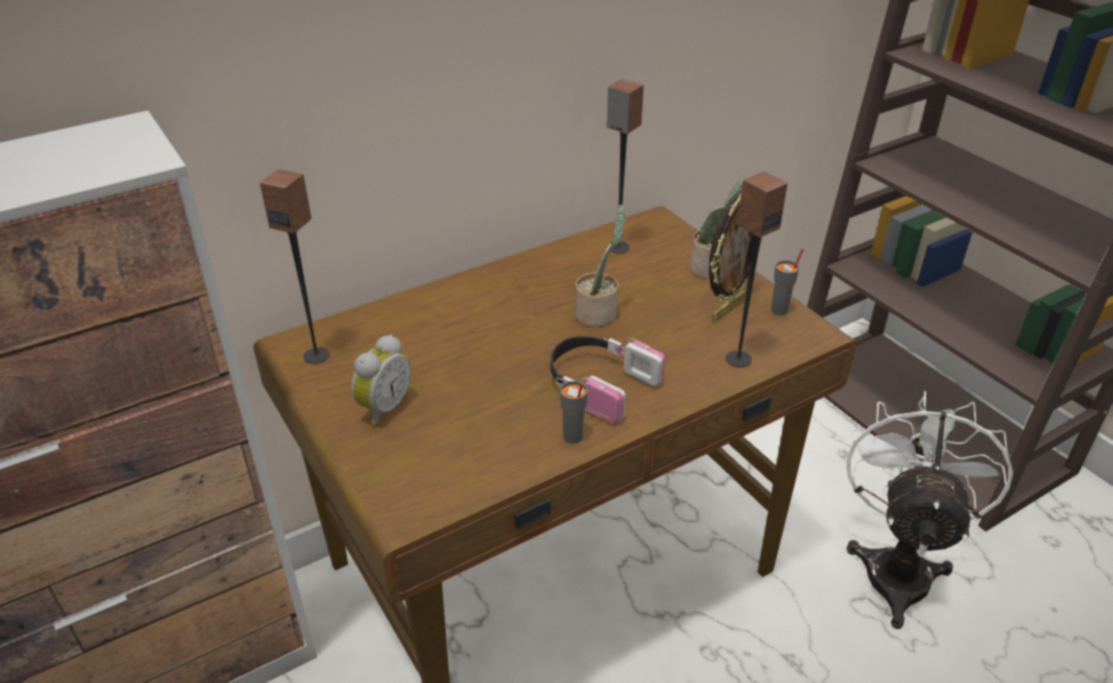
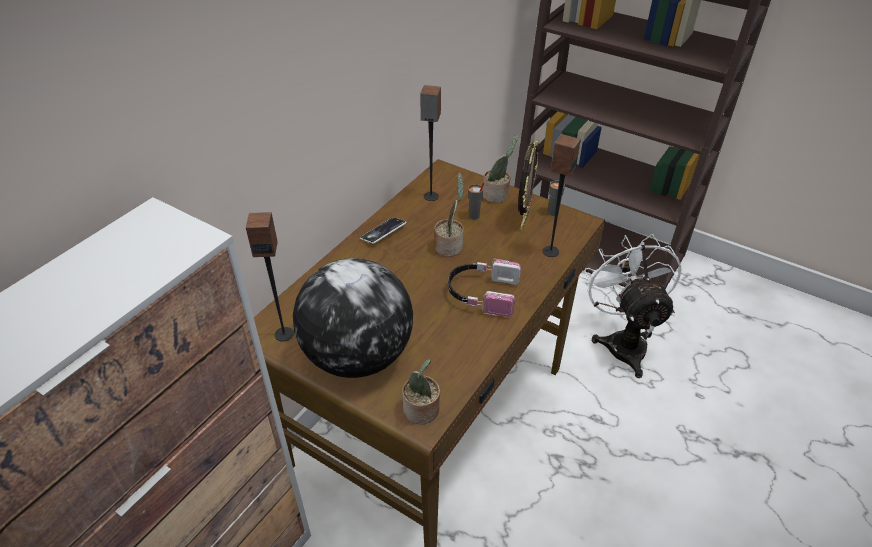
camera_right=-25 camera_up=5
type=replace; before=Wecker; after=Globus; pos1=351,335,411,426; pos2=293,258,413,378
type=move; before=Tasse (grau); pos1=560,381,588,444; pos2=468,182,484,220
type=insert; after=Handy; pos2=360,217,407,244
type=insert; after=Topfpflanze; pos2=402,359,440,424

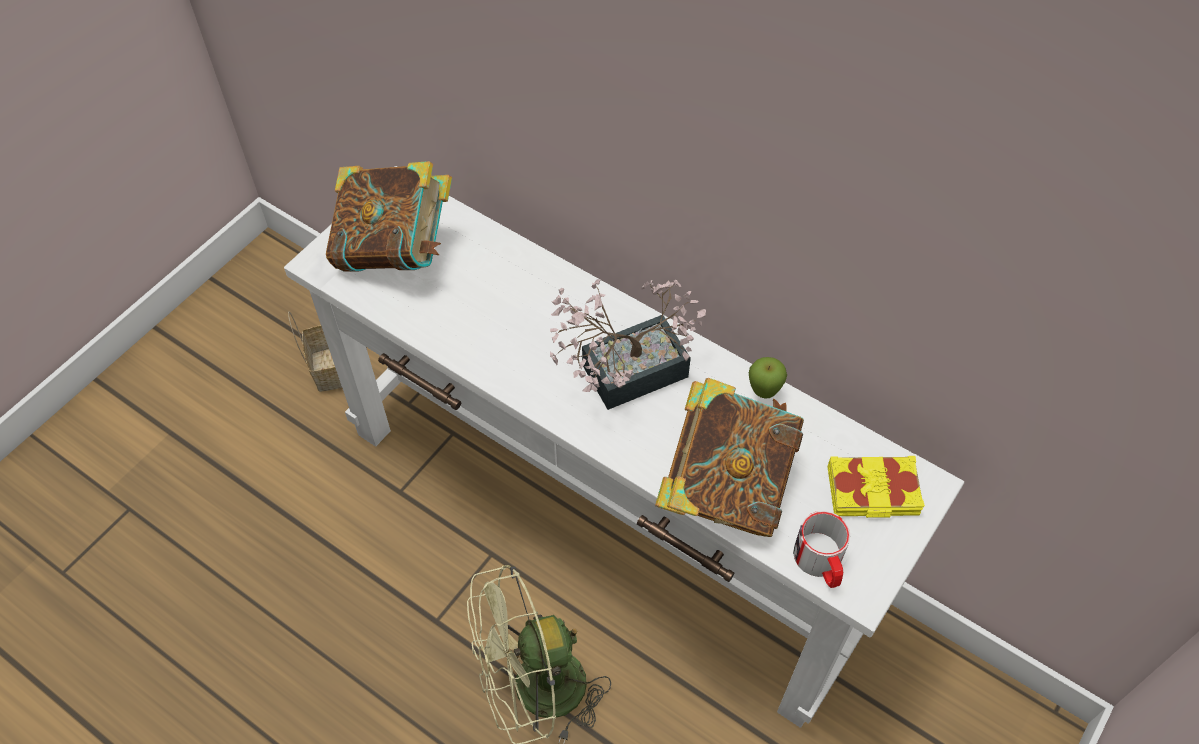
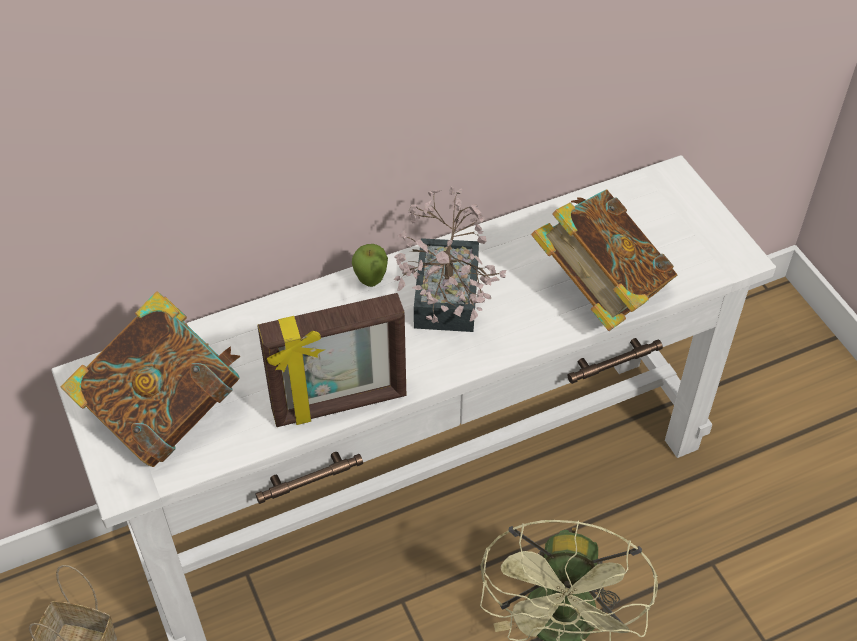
camera_right=-60 camera_up=-5
type=move; before=Apfel; pos1=749,357,787,399; pos2=352,244,388,287
type=delete; before=Buch (gelb); pos1=827,456,925,518
type=delete; before=Henkelbecher; pos1=793,511,850,588
type=insert; after=Bilderrahmen; pos2=257,293,406,427

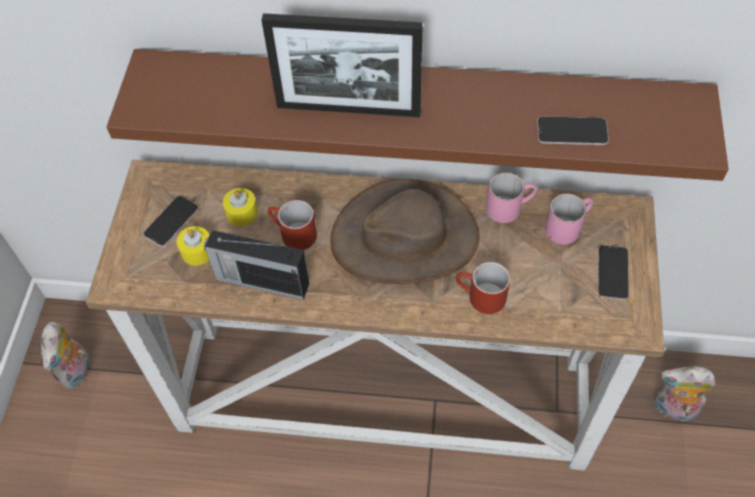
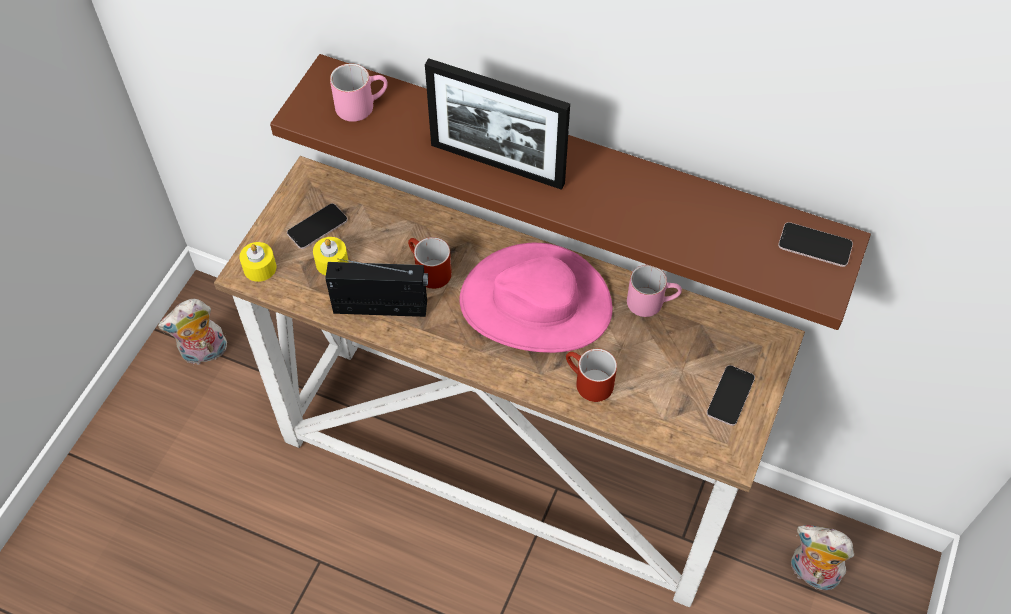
camera_right=15 camera_up=0
type=move; before=Handy; pos1=537,116,609,145; pos2=778,222,853,267
type=recolor; before=Hut (braun); after=Hut (rosa); pos1=330,179,480,284; pos2=459,243,613,353
type=move; before=Kerze (gelb); pos1=223,188,258,226; pos2=239,242,276,282
type=move; before=Henkelbecher (rosa); pos1=545,193,593,245; pos2=330,63,388,122
type=rotate; before=Radio; pos1=204,230,309,300; pos2=325,259,428,317; turn=150
type=rotate; before=Plüschtier; pos1=40,322,93,389; pos2=158,299,227,365; turn=45

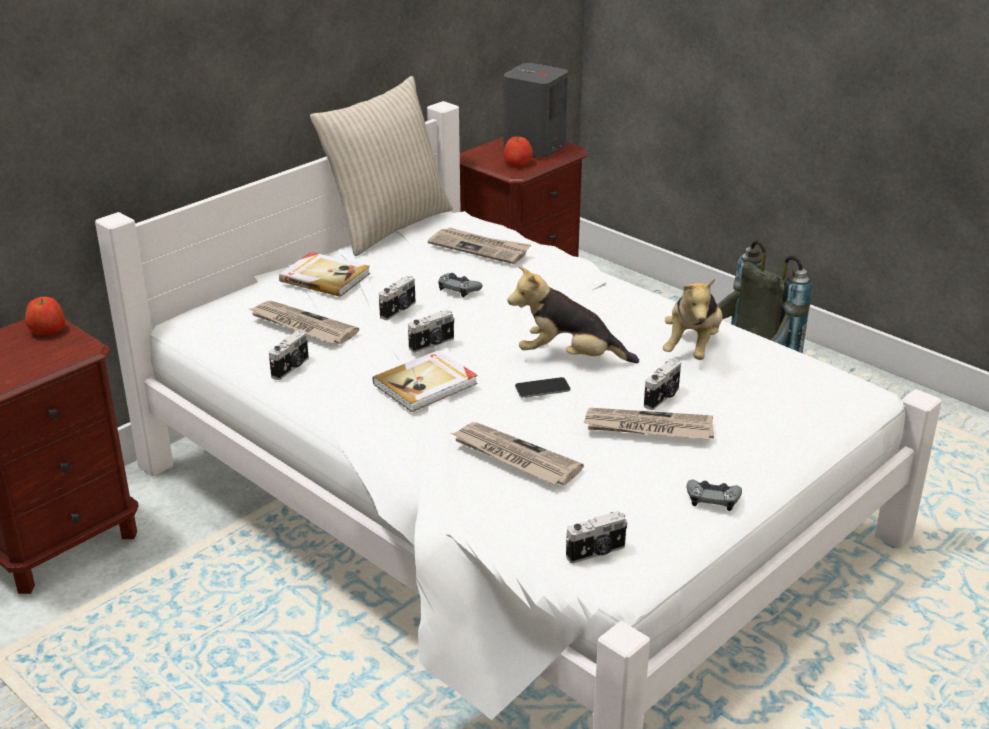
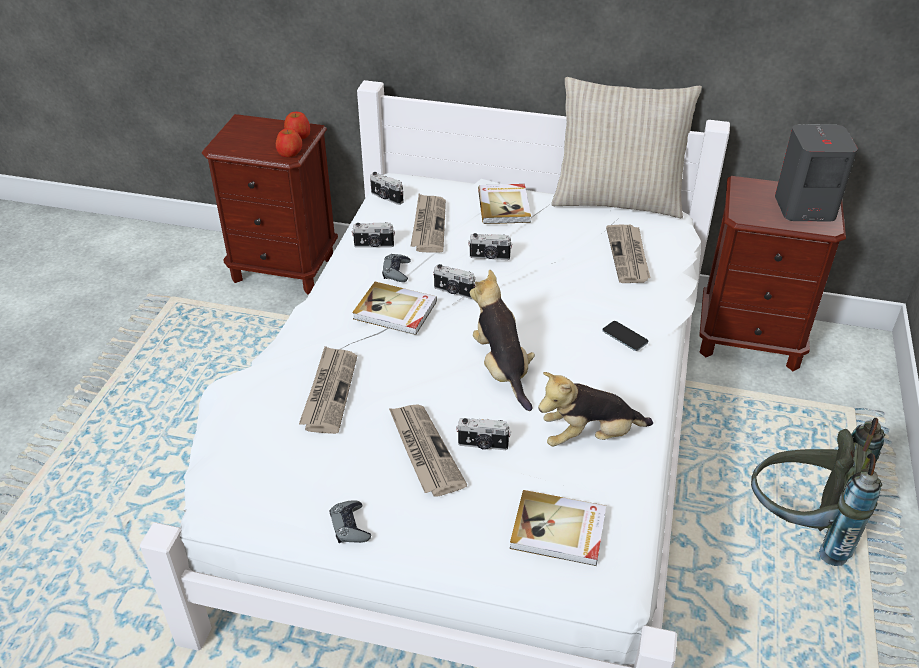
camera_right=60 camera_up=10
type=move; before=Apfel; pos1=504,136,533,167; pos2=276,128,302,157
type=move; before=Gamepad (grau); pos1=438,273,483,297; pos2=382,254,411,282
type=move; before=Handy; pos1=515,377,570,398; pos2=602,321,648,351
type=move; before=Kamera; pos1=565,511,628,563; pos2=370,172,404,205
type=insert; after=Buch; pos2=510,490,606,566

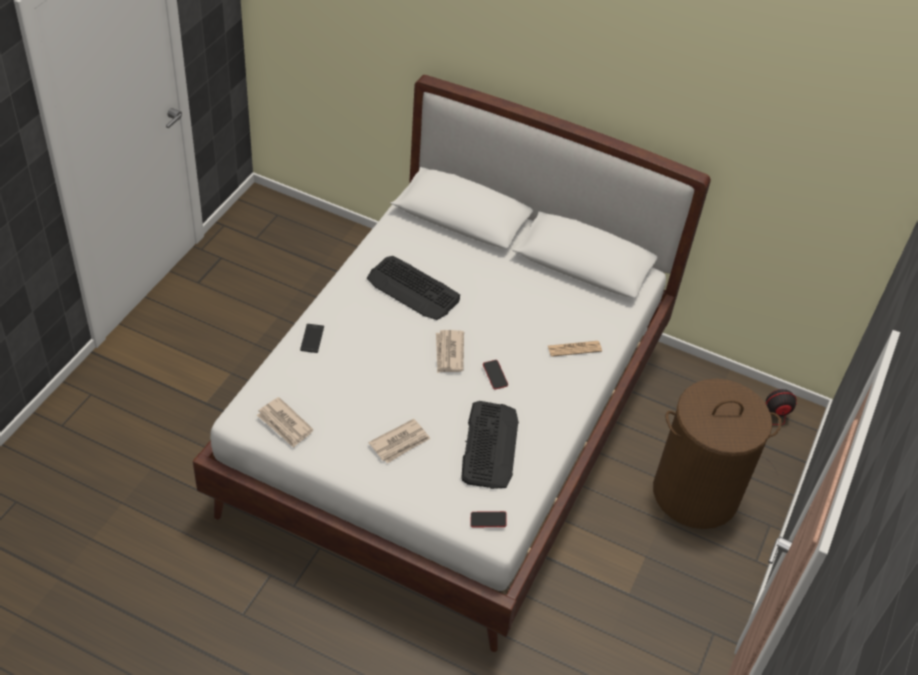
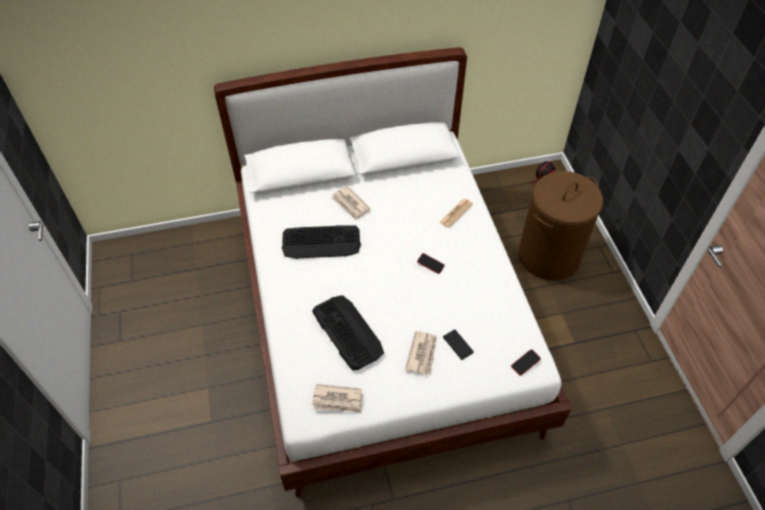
camera_right=-35 camera_up=5
type=move; before=Handy; pos1=300,324,324,353; pos2=443,329,474,360
type=move; before=Zeitung; pos1=436,330,464,373; pos2=331,186,371,220
type=move; before=Tastatur; pos1=461,401,519,489; pos2=312,295,384,370

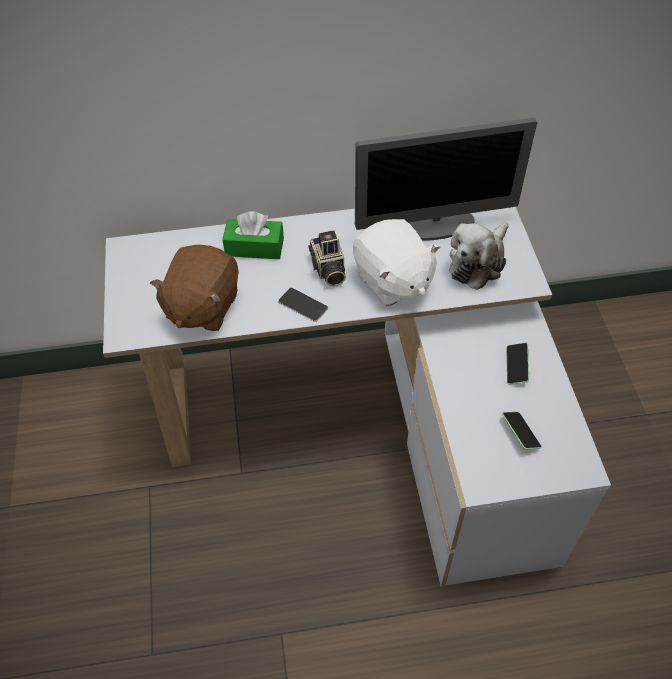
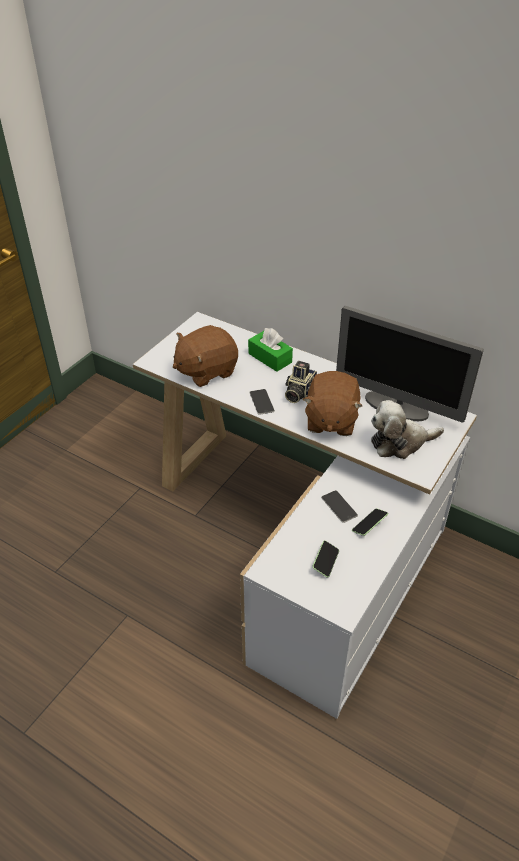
camera_right=40 camera_up=-10
type=recolor; before=Plüschtier (weiß); after=Plüschtier (braun); pos1=353,219,441,306; pos2=303,371,362,436
type=insert; after=Handy; pos2=321,490,358,523

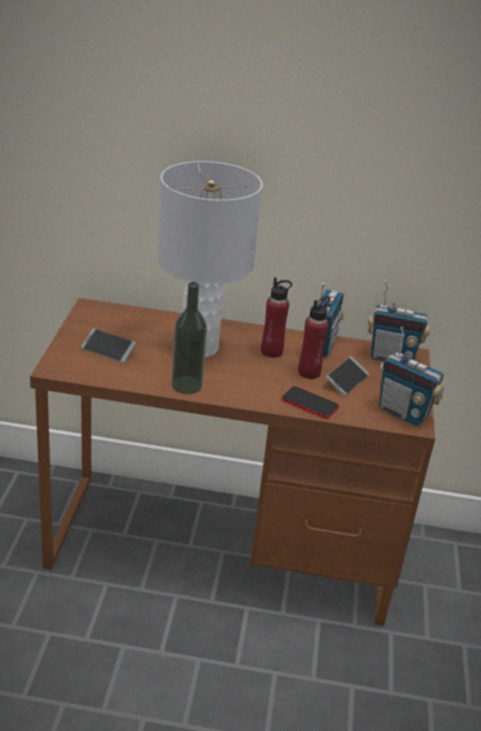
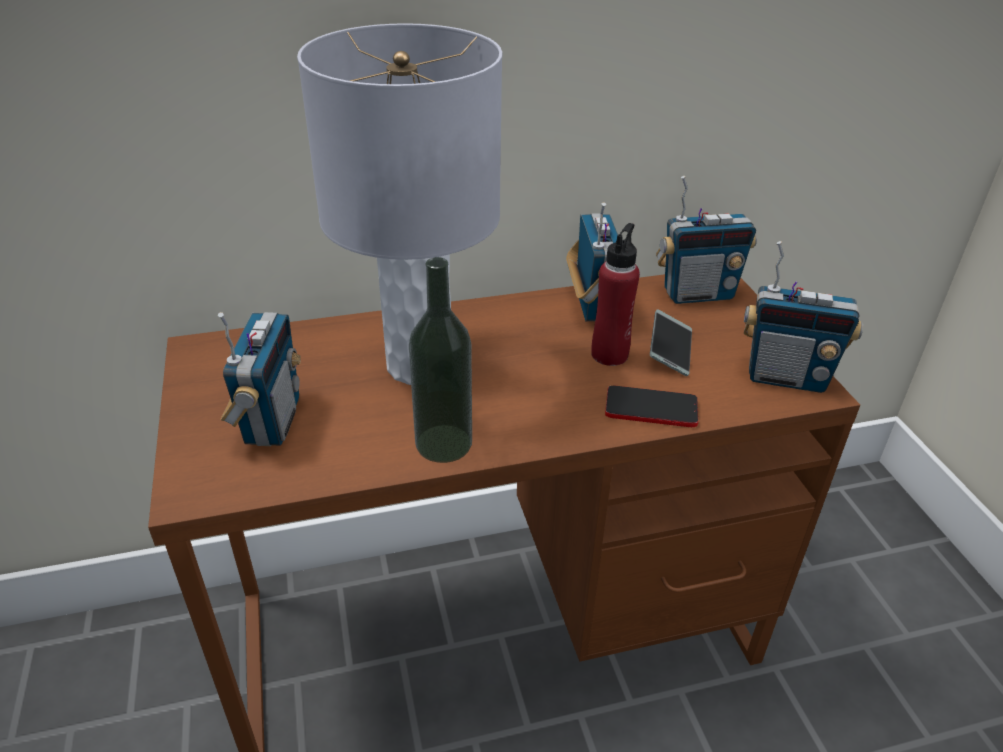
camera_right=-20 camera_up=5
type=delete; before=Flasche (rot); pos1=261,277,292,358
type=replace; before=Handy; after=Radio; pos1=81,328,136,363; pos2=218,312,301,446

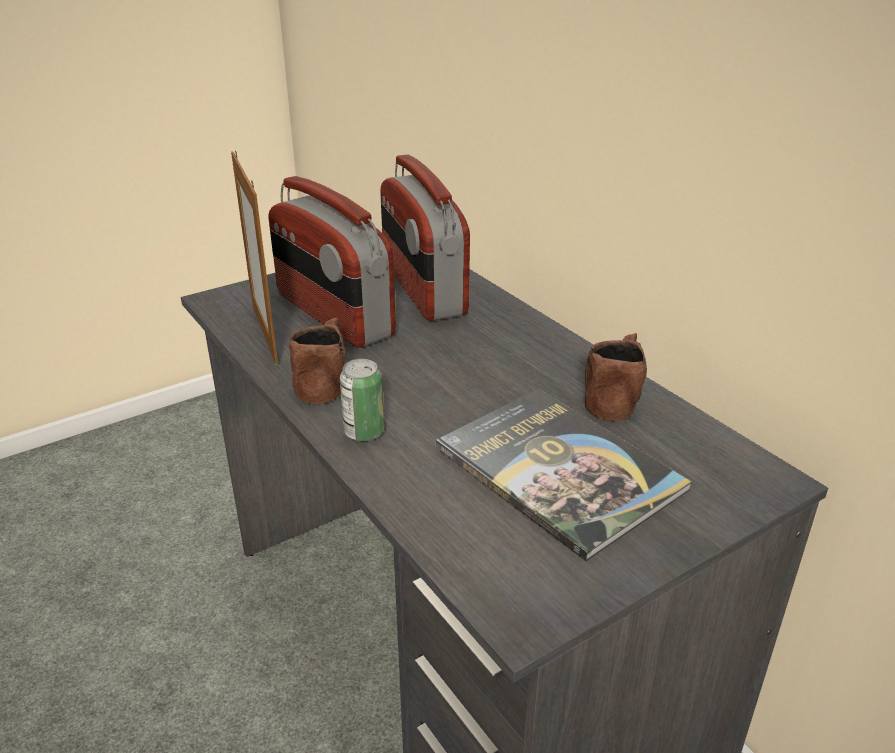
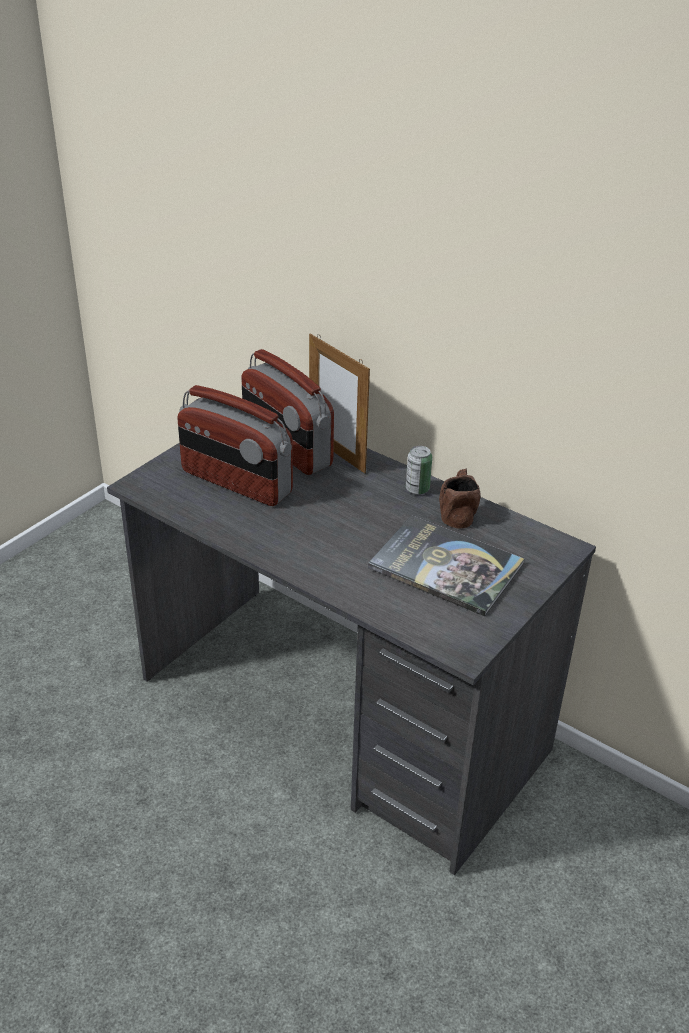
camera_right=-20 camera_up=5
type=move; before=Bilderrahmen; pos1=231,151,278,365; pos2=309,333,370,473
type=delete; before=Henkelbecher (braun); pos1=289,317,346,404
type=move; before=Dose; pos1=340,359,384,442; pos2=406,446,432,495

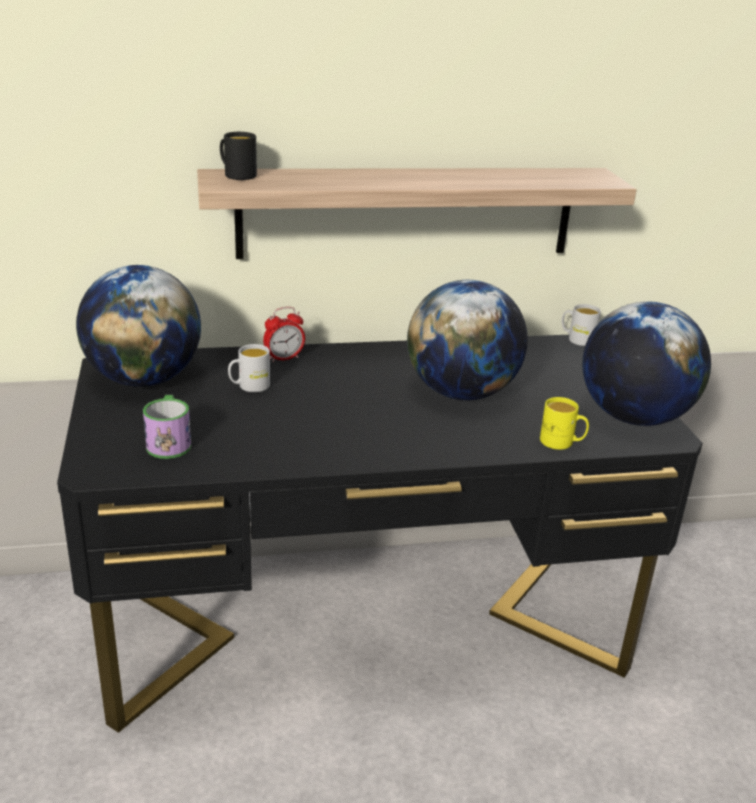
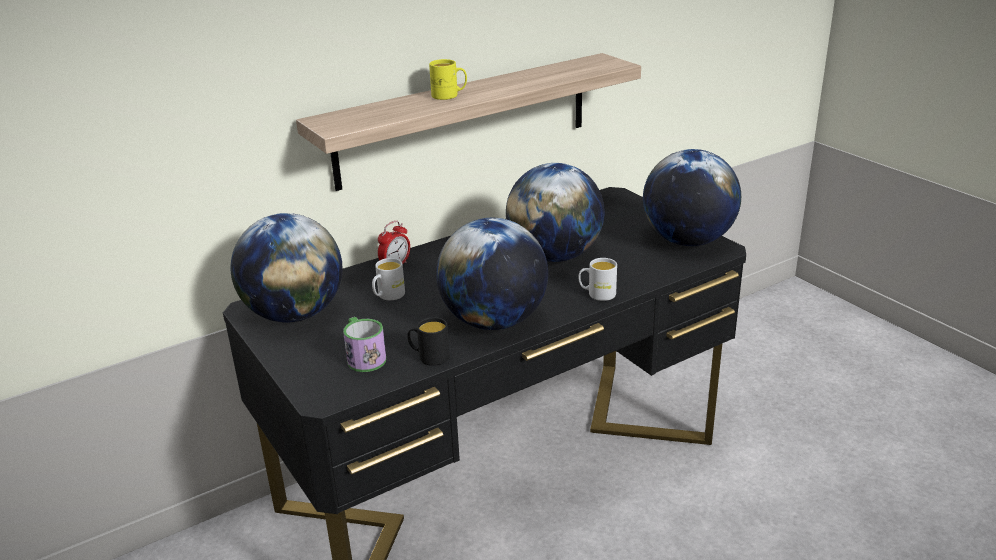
camera_right=-20 camera_up=0
type=move; before=Henkelbecher (schwarz); pos1=220,132,257,180; pos2=407,317,450,366
type=move; before=Henkelbecher (weiß); pos1=562,304,601,346; pos2=579,258,617,301
type=move; before=Henkelbecher (gelb); pos1=540,397,589,450; pos2=429,59,467,100
type=insert; after=Globus; pos2=436,218,548,330

